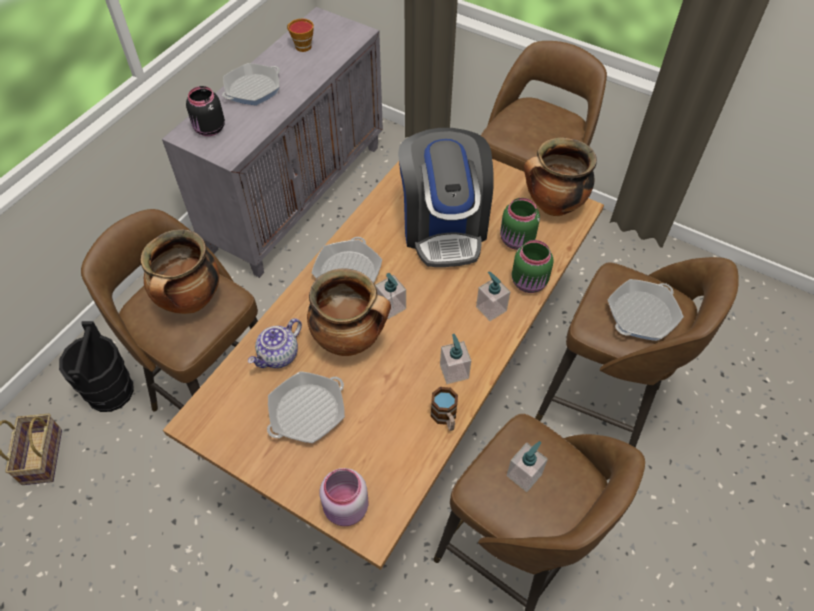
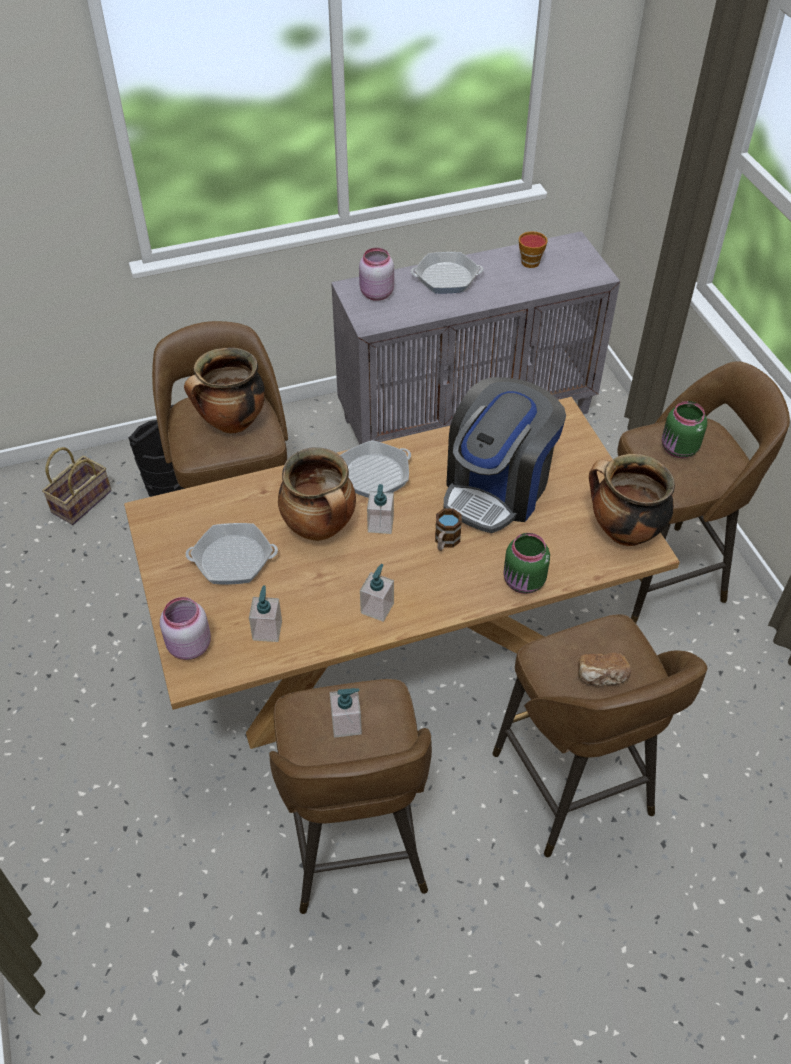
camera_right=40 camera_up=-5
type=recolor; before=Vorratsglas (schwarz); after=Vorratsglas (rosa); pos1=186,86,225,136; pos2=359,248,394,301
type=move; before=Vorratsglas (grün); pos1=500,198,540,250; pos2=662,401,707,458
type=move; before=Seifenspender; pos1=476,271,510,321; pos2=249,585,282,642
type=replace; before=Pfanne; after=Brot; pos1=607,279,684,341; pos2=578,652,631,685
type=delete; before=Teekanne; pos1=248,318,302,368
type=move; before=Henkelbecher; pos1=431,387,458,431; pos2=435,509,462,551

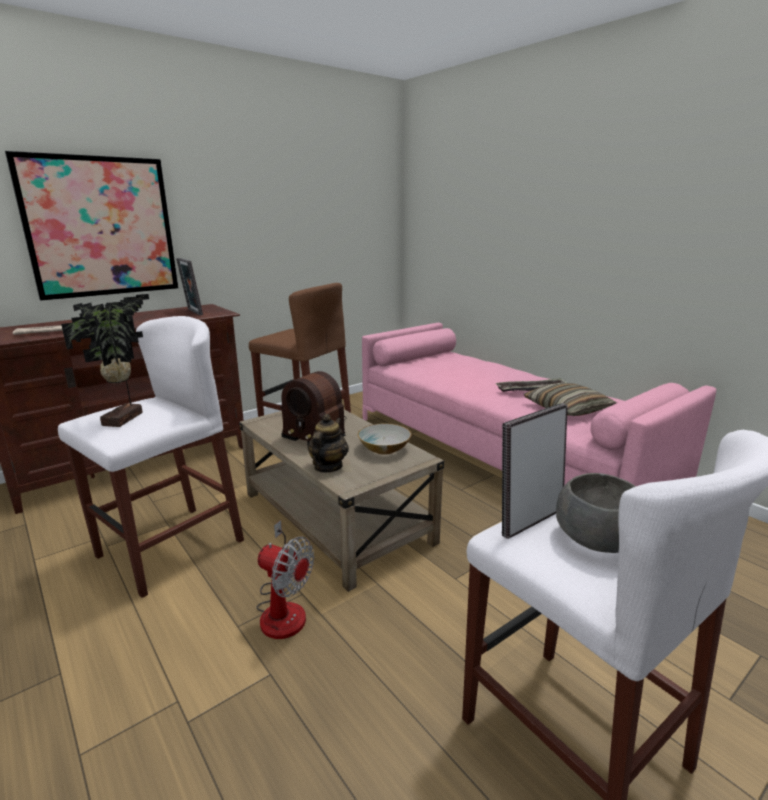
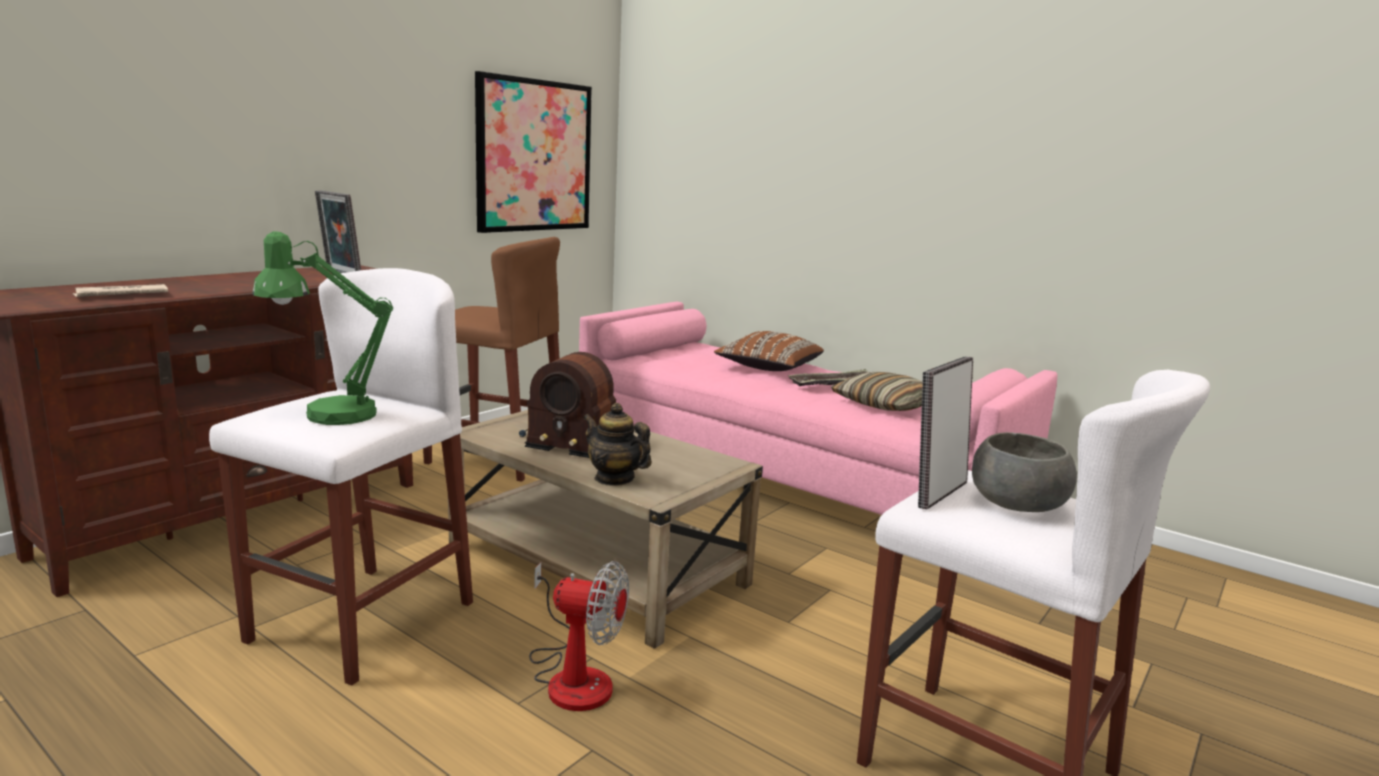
camera_right=-15 camera_up=-5
type=move; before=Bild; pos1=5,151,178,301; pos2=475,71,592,233
type=replace; before=Topfpflanze; after=Tischlampe (grün); pos1=61,294,149,427; pos2=252,231,393,425
type=rotate; before=Teekanne; pos1=307,414,349,473; pos2=583,403,652,486; turn=-60
type=delete; before=Schüssel; pos1=358,423,411,455
type=insert; after=Kissen (braun); pos2=714,331,824,371

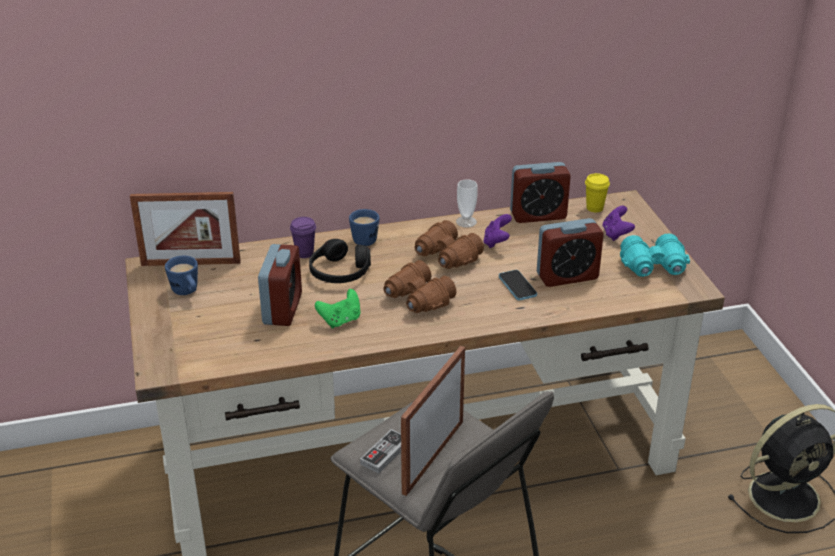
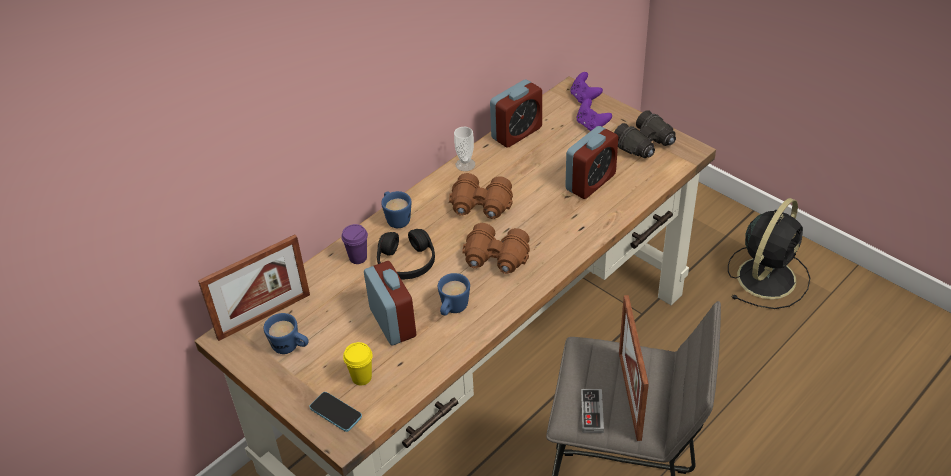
camera_right=-30 camera_up=10
type=move; before=Tasse (gelb); pos1=585,173,610,212; pos2=343,342,373,385
type=move; before=Gamepad (lila); pos1=483,214,512,248; pos2=570,72,603,104
type=recolor; before=Fernglas (türkis); after=Fernglas (schwarz); pos1=620,234,690,277; pos2=614,110,676,158
type=move; before=Handy; pos1=499,270,537,300; pos2=309,392,362,432
type=replace; before=Gamepad (grün); after=Henkelbecher (blau); pos1=315,289,361,329; pos2=438,273,470,316

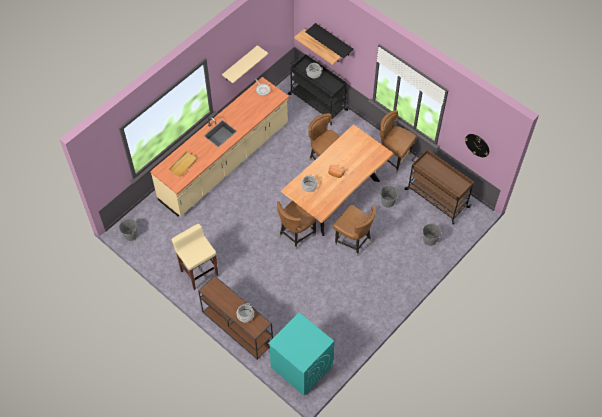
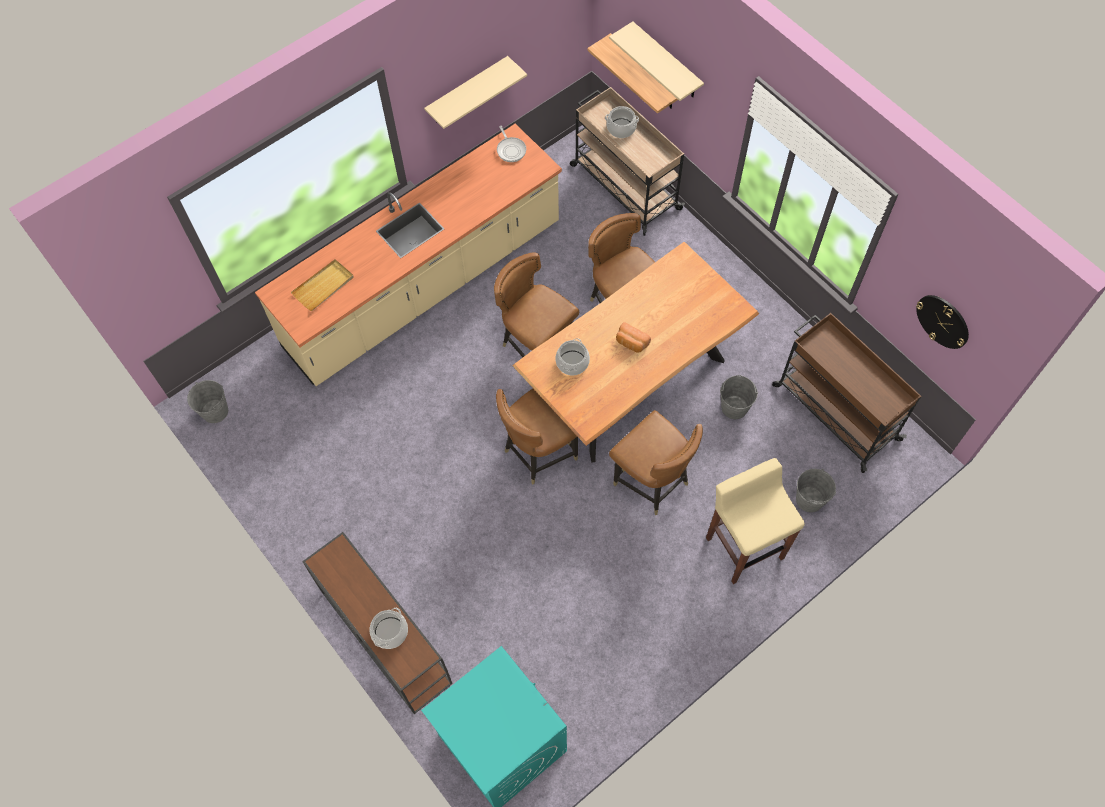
camera_right=10 camera_up=5
type=recolor; before=Wandregal (schwarz); after=Wandregal (beige); pos1=305,23,354,58; pos2=609,21,704,101
type=recolor; before=Rollwagen (schwarz); after=Rollwagen (beige); pos1=288,54,349,125; pos2=570,87,685,236
type=move; before=Stuhl (braun); pos1=380,110,417,173; pos2=494,252,579,357
type=move; before=Hocker (beige); pos1=171,224,218,290; pos2=706,458,805,584

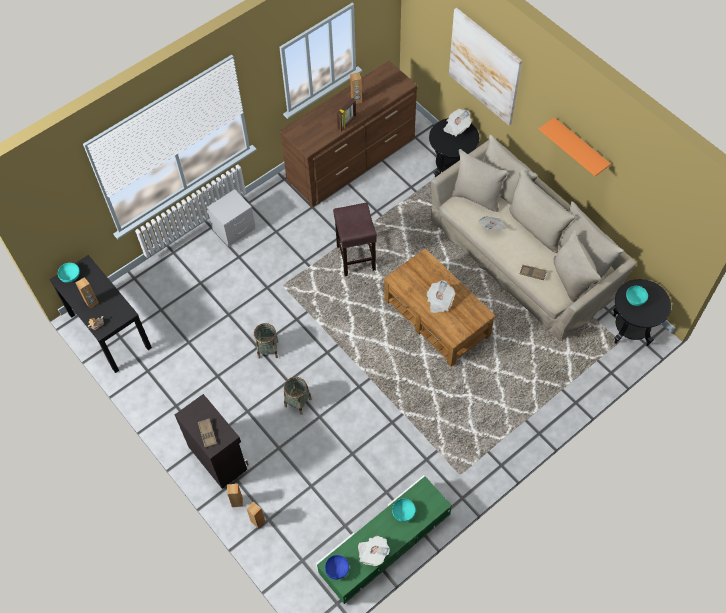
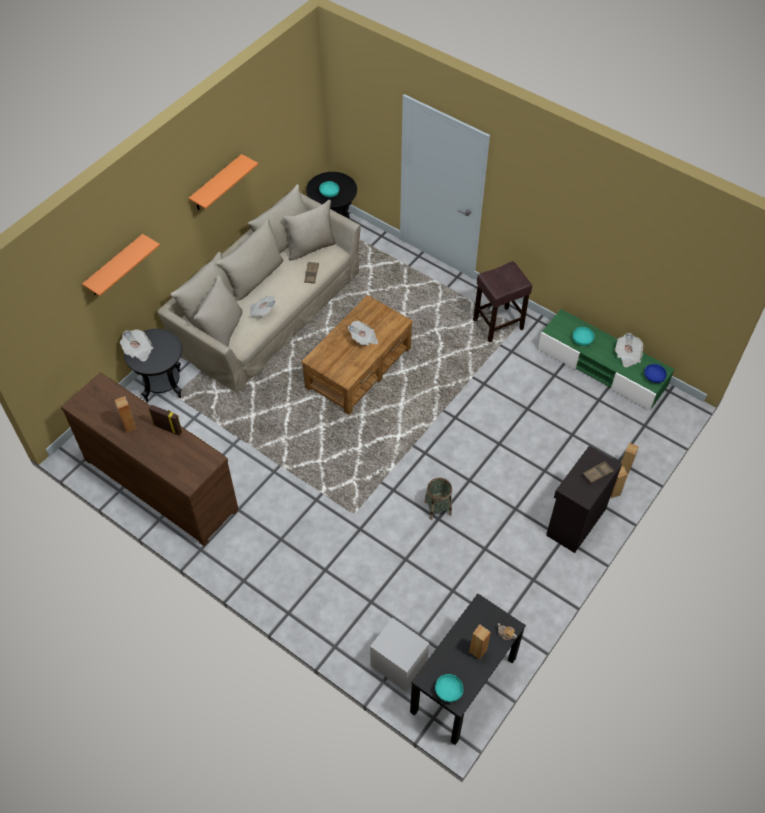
camera_right=-105 camera_up=-5
type=replace; before=Bild; after=Wandregal (orange); pos1=449,8,522,126; pos2=82,234,160,296
type=move; before=Nachttisch (grau); pos1=207,189,255,247; pos2=370,618,429,691
type=move; before=Hocker (braun); pos1=333,202,377,276; pos2=473,261,532,343
type=delete; before=Korb; pos1=284,377,312,415

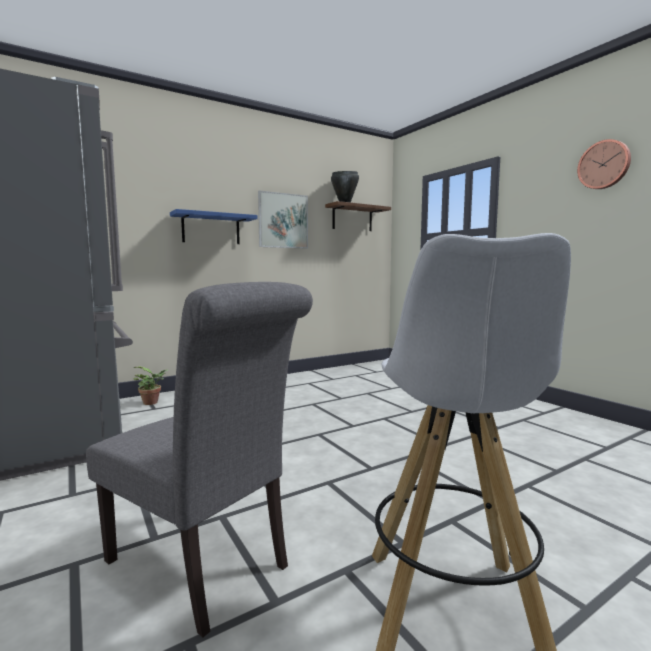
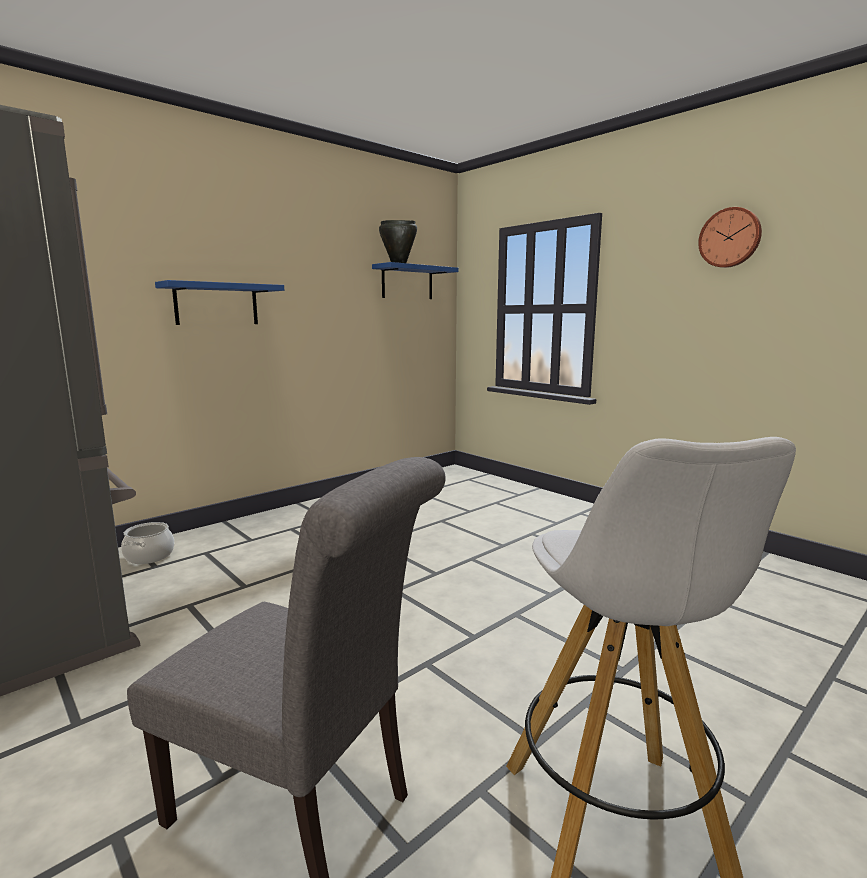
camera_right=-10 camera_up=5
type=delete; before=Bild; pos1=258,190,308,249
type=recolor; before=Wandregal (braun); after=Wandregal (blau); pos1=325,201,391,231; pos2=372,262,459,299
type=replace; before=Topfpflanze; after=Kochtopf; pos1=133,366,168,405; pos2=121,522,175,564

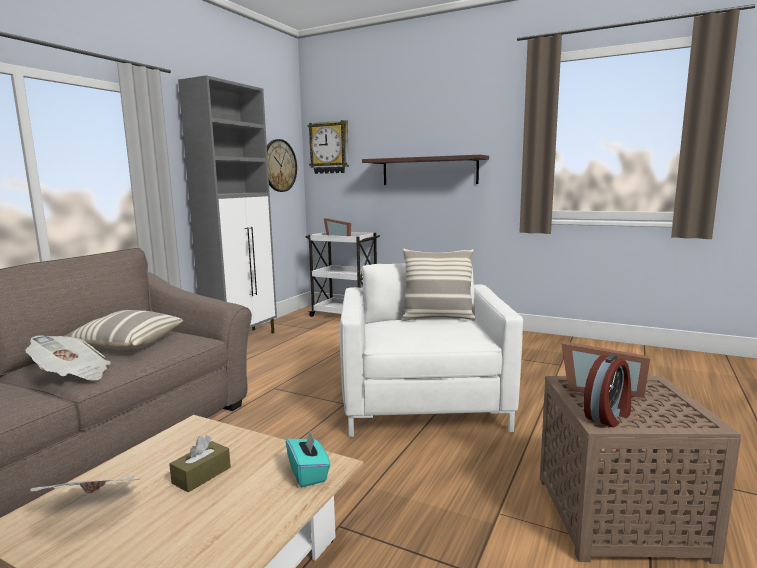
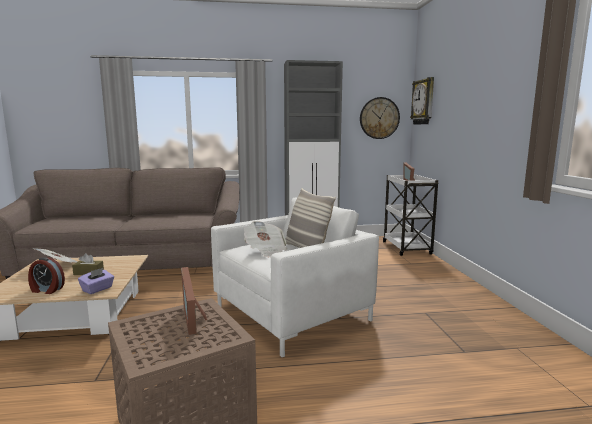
camera_right=55 camera_up=0
type=delete; before=Wandregal; pos1=362,155,489,185
type=delete; before=Kissen; pos1=65,310,183,350
type=move; before=Zeitung; pos1=25,335,111,381; pos2=244,221,287,257
type=move; before=Wecker; pos1=583,354,631,427; pos2=28,257,65,294
type=recolor; before=Taschentuchbox (türkis); after=Taschentuchbox (lila); pos1=286,432,331,487; pos2=78,268,114,294

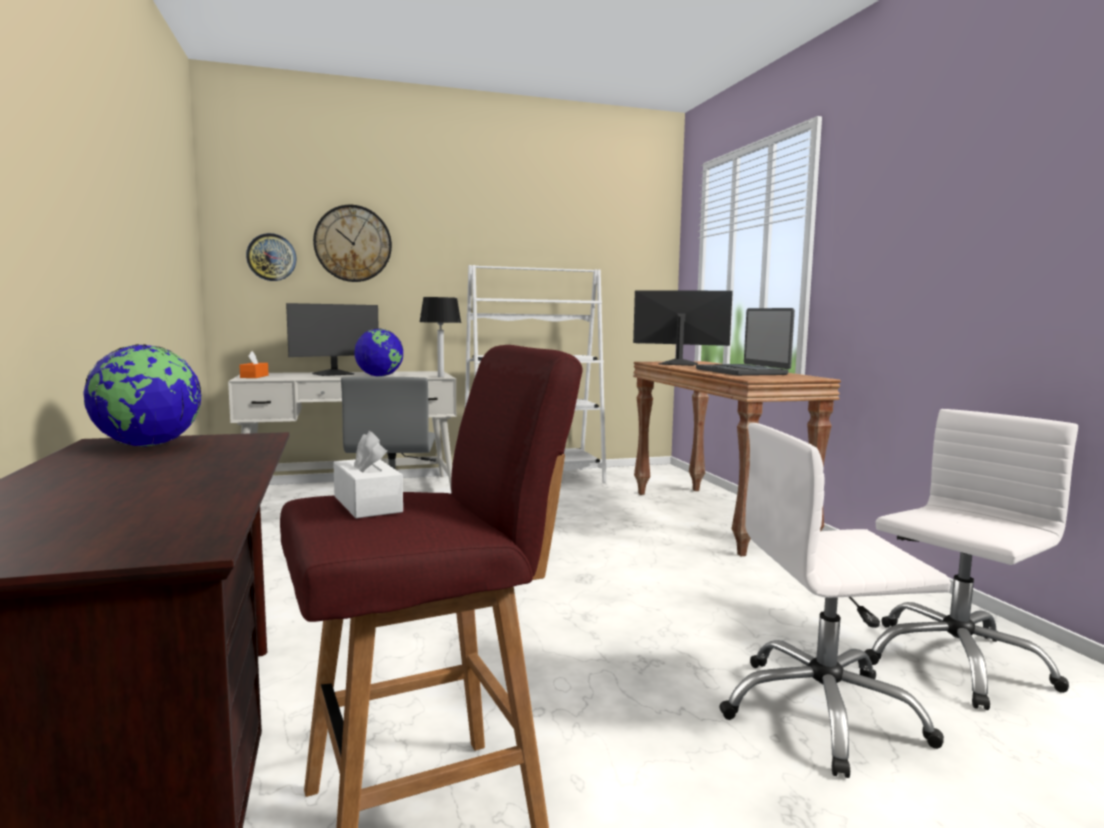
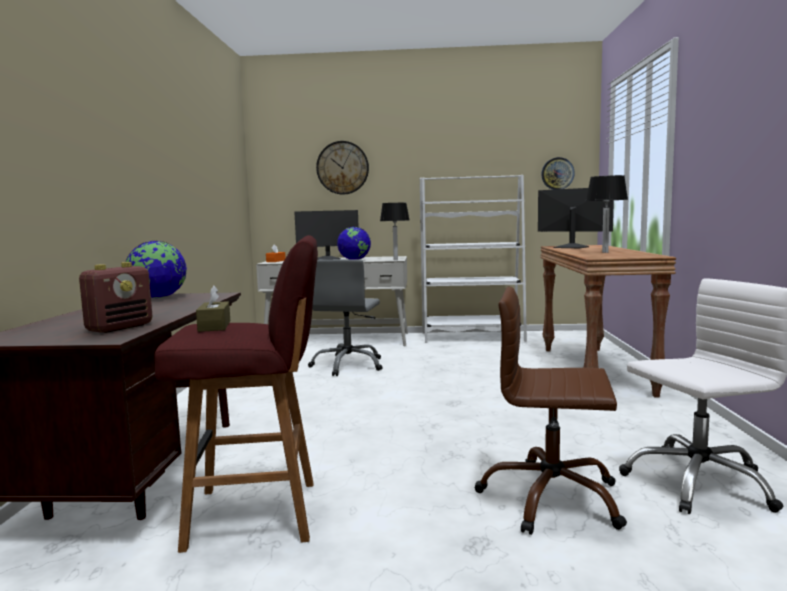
camera_right=20 camera_up=0
type=move; before=Wanduhr; pos1=246,233,297,281; pos2=541,157,575,190
type=replace; before=Laptop; after=Tischlampe; pos1=696,308,795,376; pos2=586,175,628,253
type=recolor; before=Bürostuhl (weiß); after=Bürostuhl (braun); pos1=719,423,951,778; pos2=475,287,627,535
type=recolor; before=Taschentuchbox (weiß); after=Taschentuchbox (braun); pos1=333,431,403,518; pos2=196,285,230,332
type=insert; after=Radio; pos2=79,262,152,333

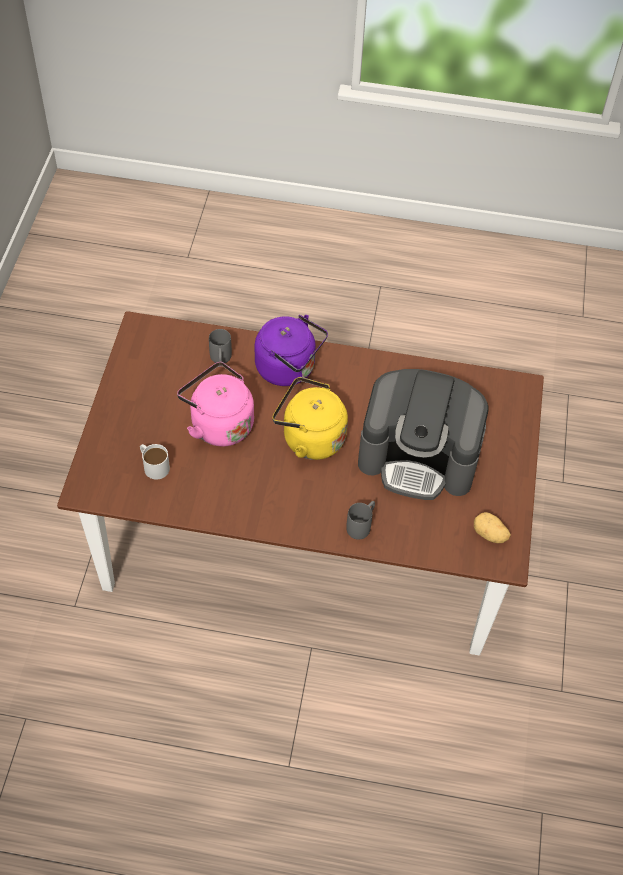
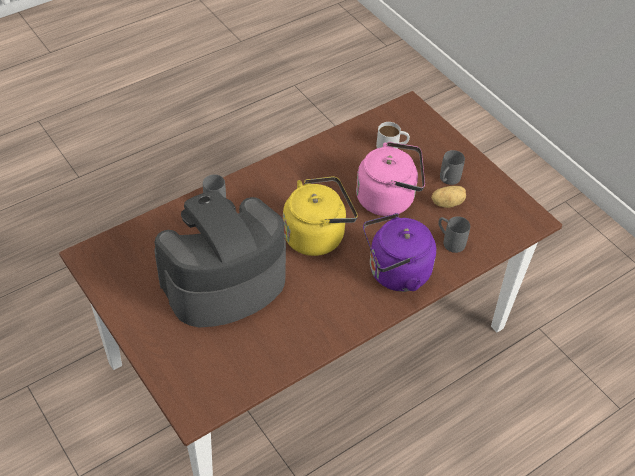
camera_right=135 camera_up=-5
type=move; before=Kartoffel; pos1=474,512,511,543; pos2=431,186,466,208
type=insert; after=Henkelbecher (grau); pos2=440,150,465,185

